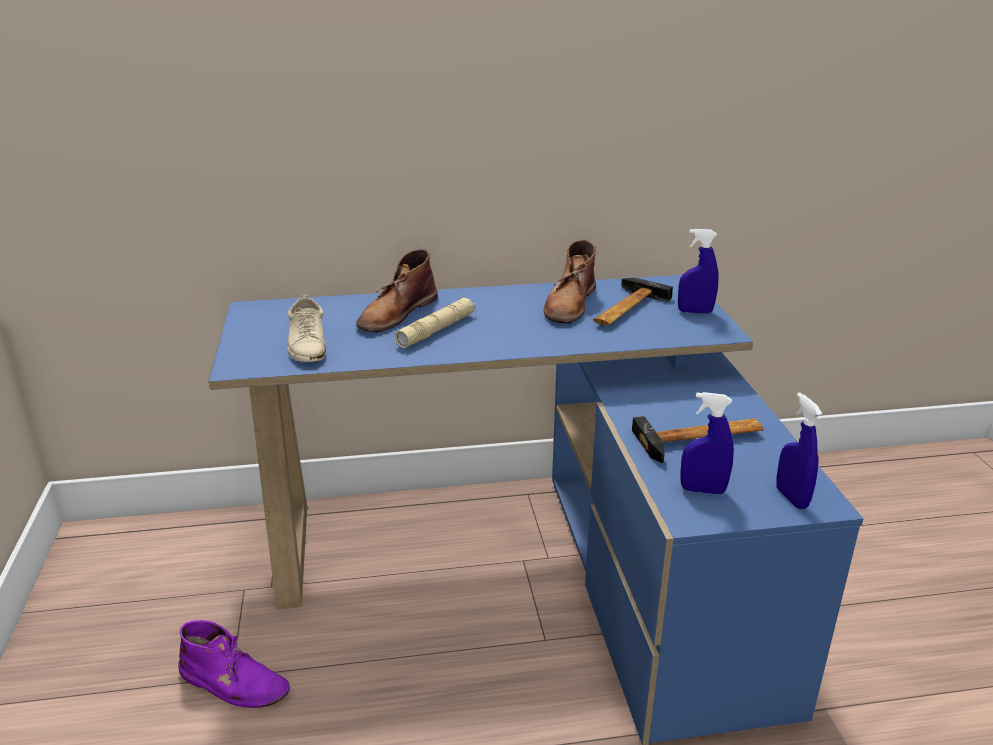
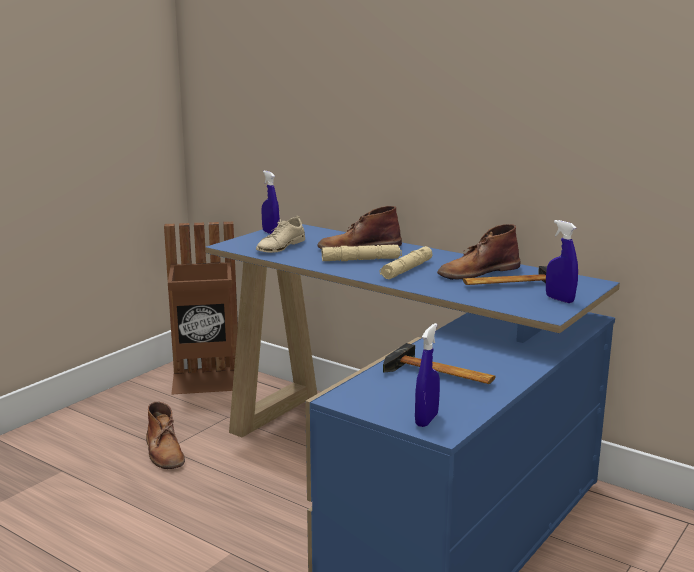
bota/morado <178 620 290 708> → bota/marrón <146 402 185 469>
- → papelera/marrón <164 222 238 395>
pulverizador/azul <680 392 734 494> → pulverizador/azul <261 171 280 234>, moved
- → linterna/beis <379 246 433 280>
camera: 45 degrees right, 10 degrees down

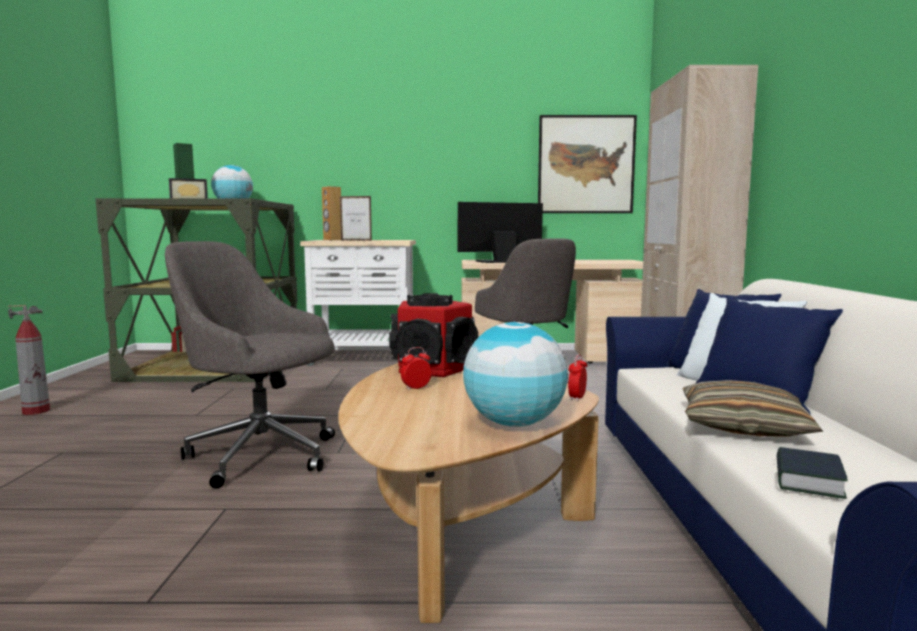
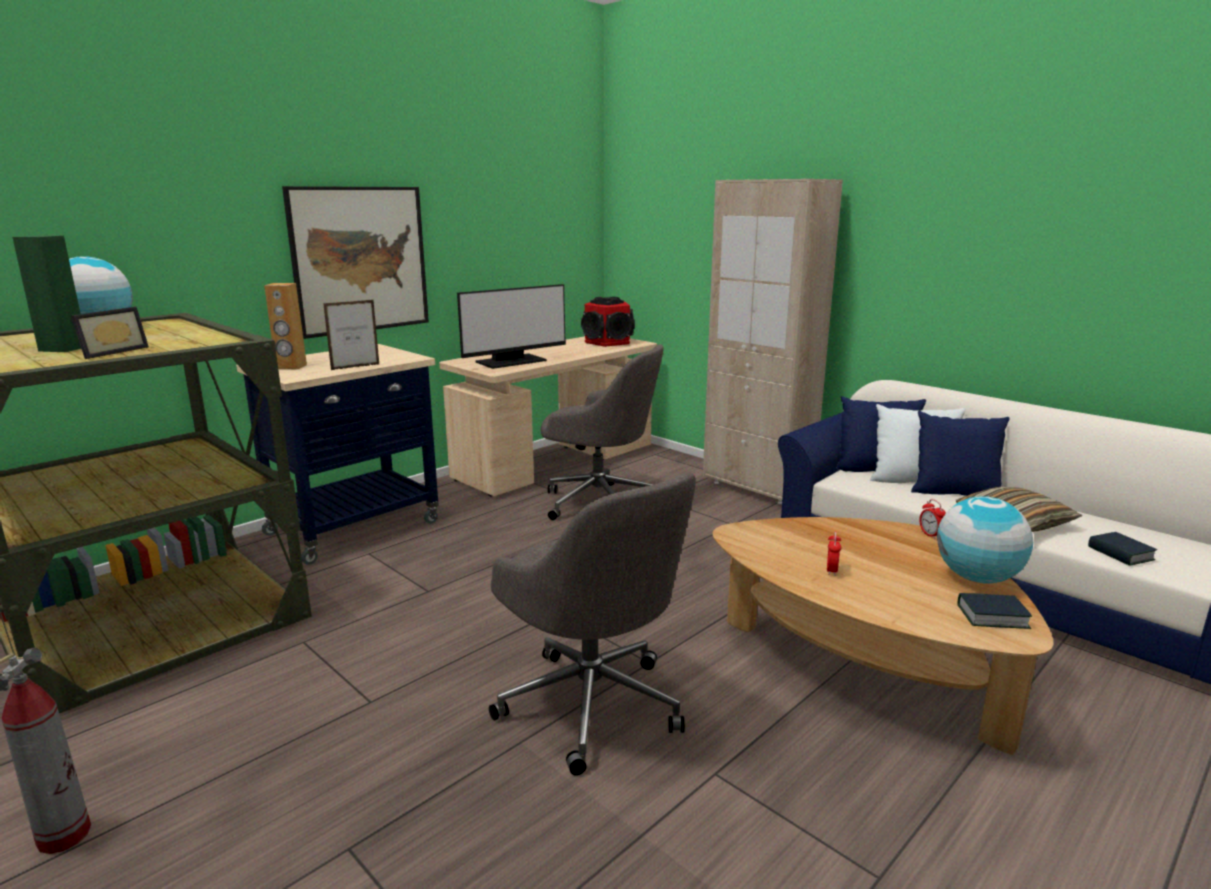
carrito/blanco <300 240 416 366> → carrito/azul <236 344 439 565>
cuadro <538 115 637 213> → cuadro <282 186 429 339>, moved
monitor <457 202 543 263> → monitor <457 284 566 369>, 150 degrees counterclockwise
silla de oficina/gris <165 241 335 489> → silla de oficina/gris <489 473 696 776>, 105 degrees counterclockwise
altavoz <389 293 478 377> → altavoz <581 297 635 347>, moved
- → libro <958 593 1032 629>
camera: 45 degrees left, 10 degrees up

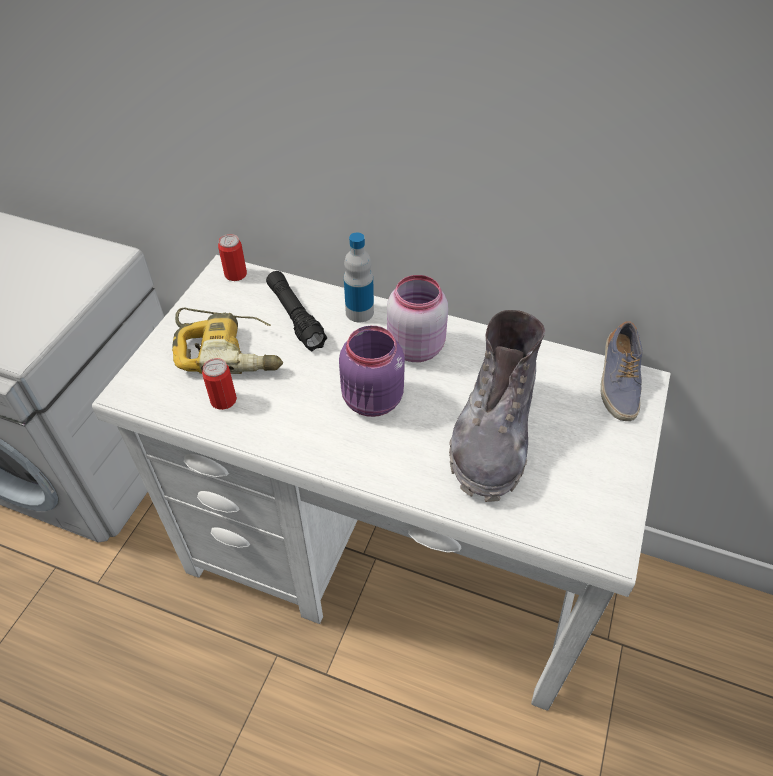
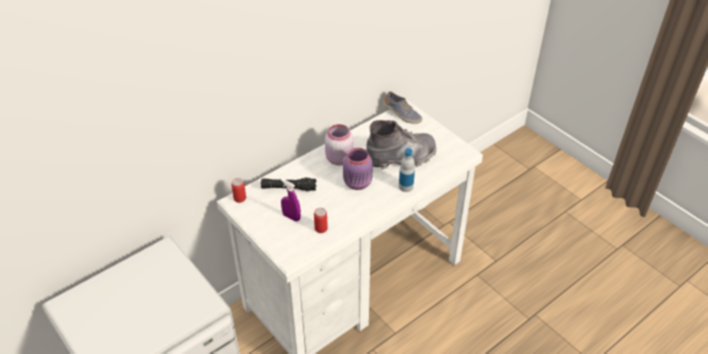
taladro <172 308 283 374> → pulverizador/morado <281 179 301 221>
bota/gris <449 310 545 502> → bota/gris <367 120 437 169>, 60 degrees counterclockwise
botella <344 232 374 323> → botella <399 148 415 192>, moved
camera: 60 degrees left, 5 degrees down

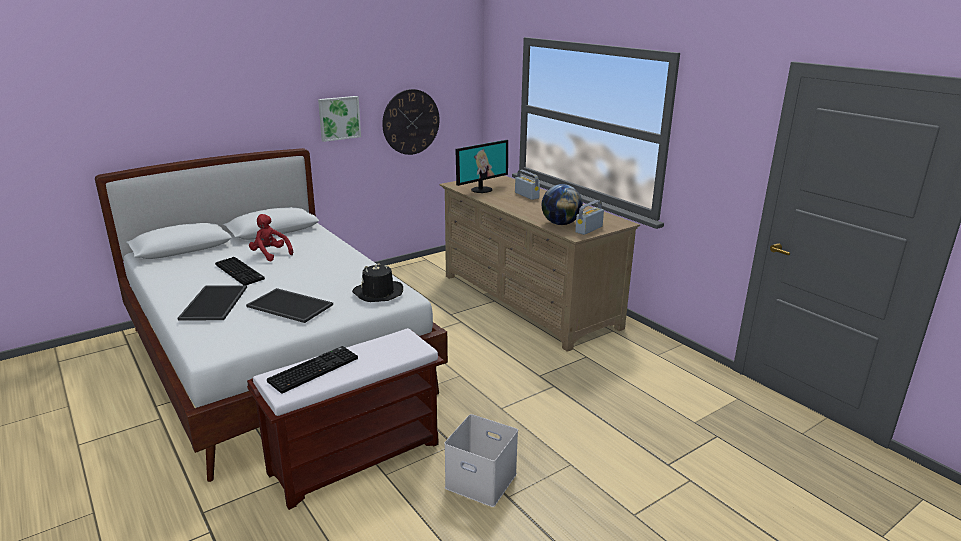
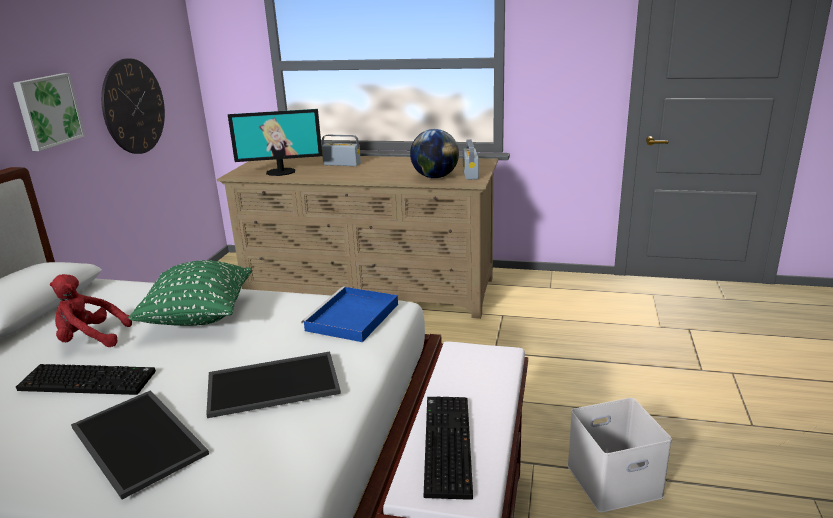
- → cojín/verde <128 260 252 326>
monitor <455 140 508 193> → monitor <228 109 323 176>, 75 degrees clockwise
sombrero/negro <352 263 403 302> → bandeja/azul <301 287 398 342>
camera: 40 degrees left, 0 degrees up

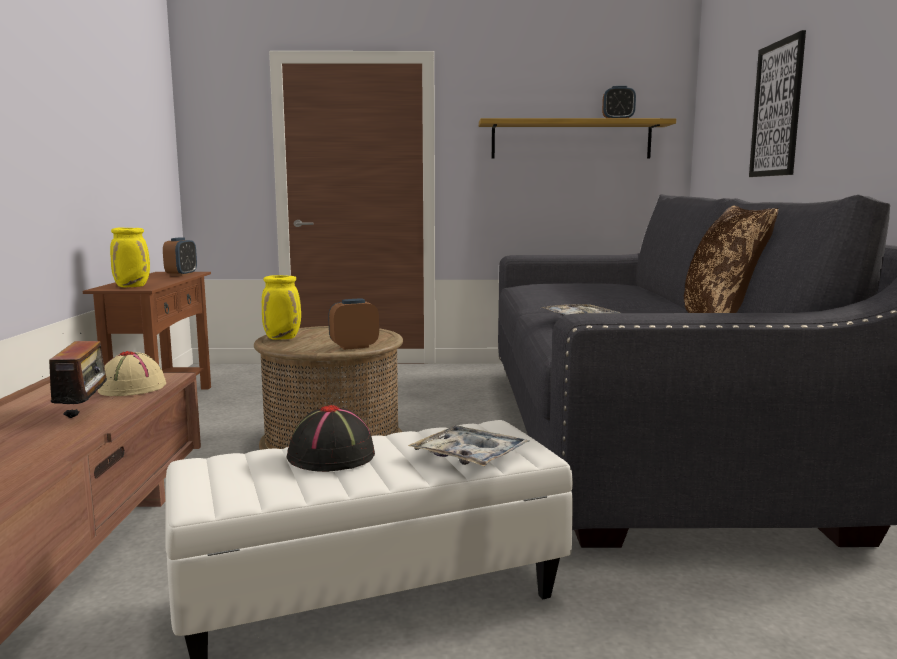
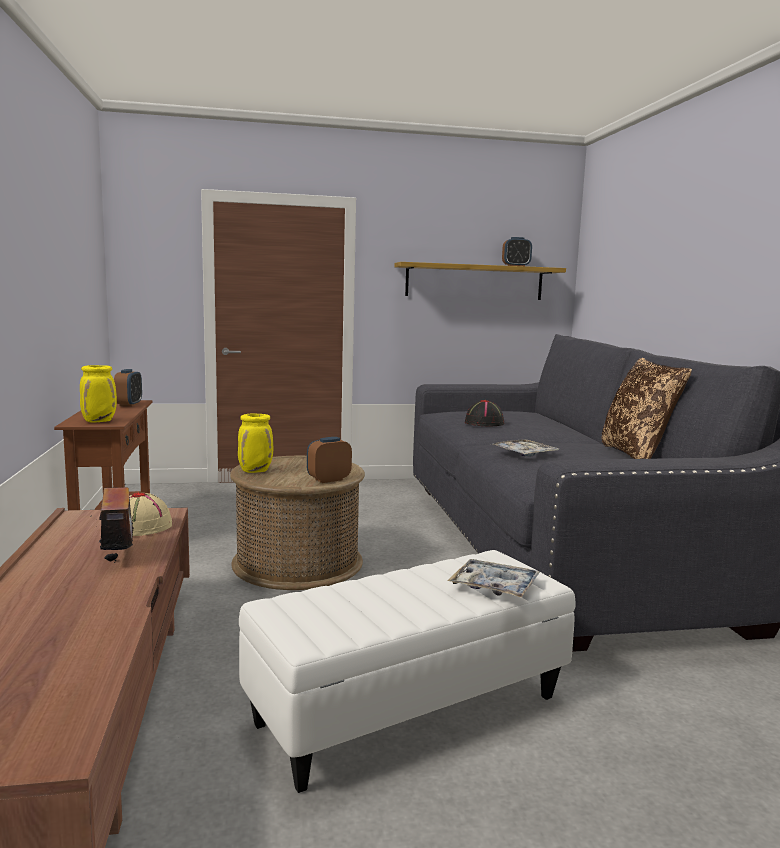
sombrero/negro <287 405 375 472> → sombrero/negro <465 400 504 427>, moved
cuadro <749 30 806 177> → -
camera: 10 degrees left, 0 degrees up

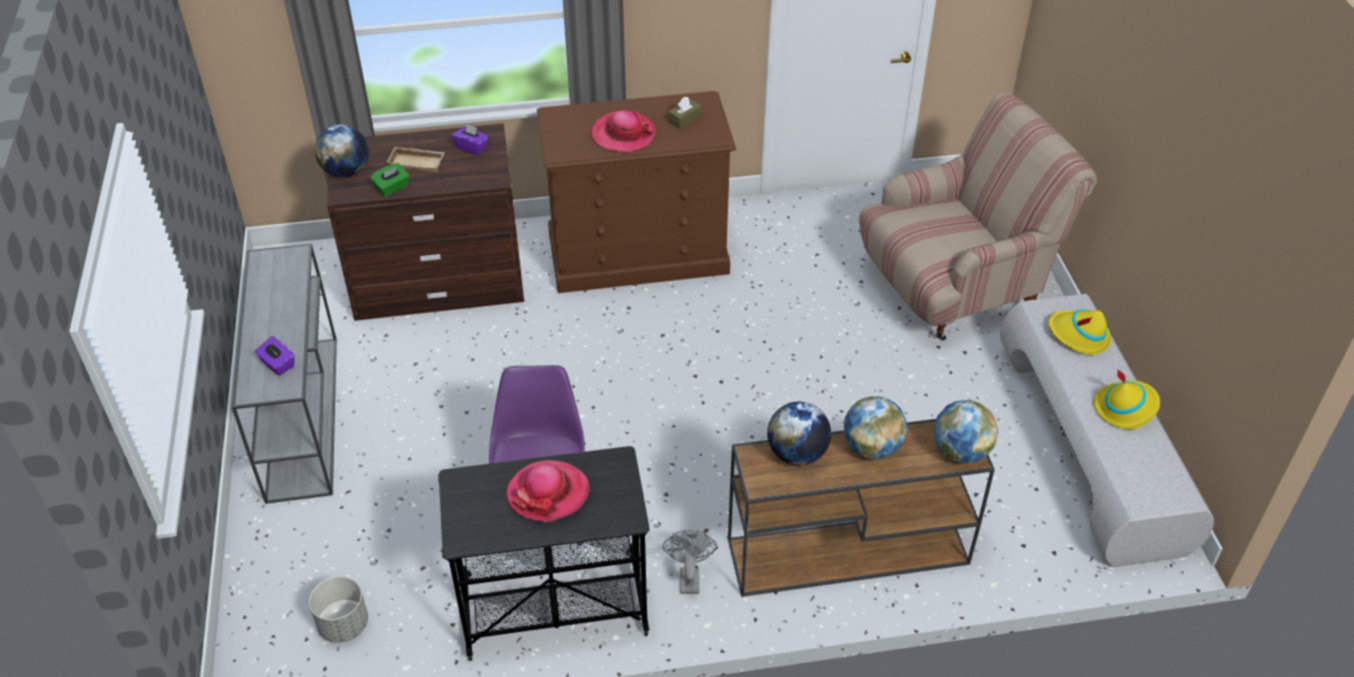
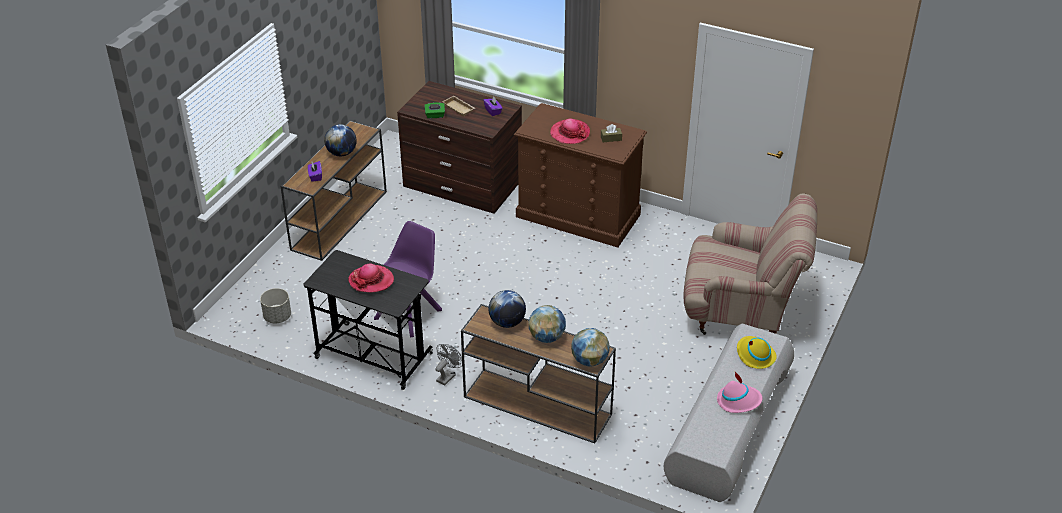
mesa consola/gris <232 243 337 504> → mesa consola/marrón <281 120 387 261>
globo terráqueo <315 125 369 178> → globo terráqueo <324 124 357 156>, moved
sombrero/amarillo <1094 369 1160 429> → sombrero/rosa <717 372 762 413>
camera: 35 degrees right, 5 degrees down

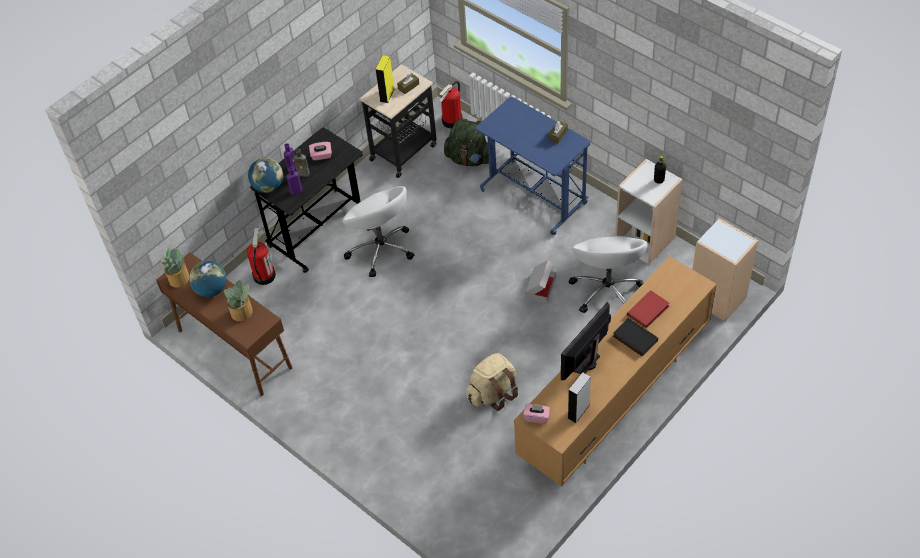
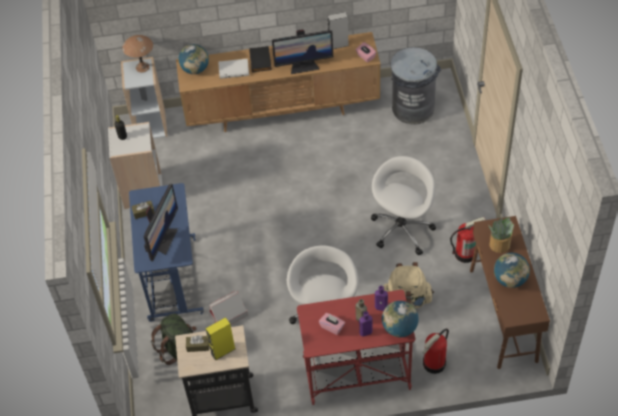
- → lámpara de mesa/marrón <122 35 153 73>
- → monitor <144 184 178 262>
- → globo terráqueo <179 44 209 74>
caja de cartón <525 260 556 304> → caja de cartón <209 291 248 325>, moved
libro/rojo <627 290 669 329> → libro/blanco <218 59 249 79>
escritorio/negro <250 128 363 273> → escritorio/rojo <297 290 415 405>
silla de oficina/blanco <569 236 647 313> → silla de oficina/blanco <371 156 436 255>, moved
mochila/beis <467 353 518 411> → mochila/beis <383 262 434 309>, moved
- → papelera/gris <390 47 441 125>
extintor <439 81 463 128> → extintor <450 217 485 263>, moved
planta en maceta <160 248 189 288> → -
camera: 140 degrees left, 0 degrees up

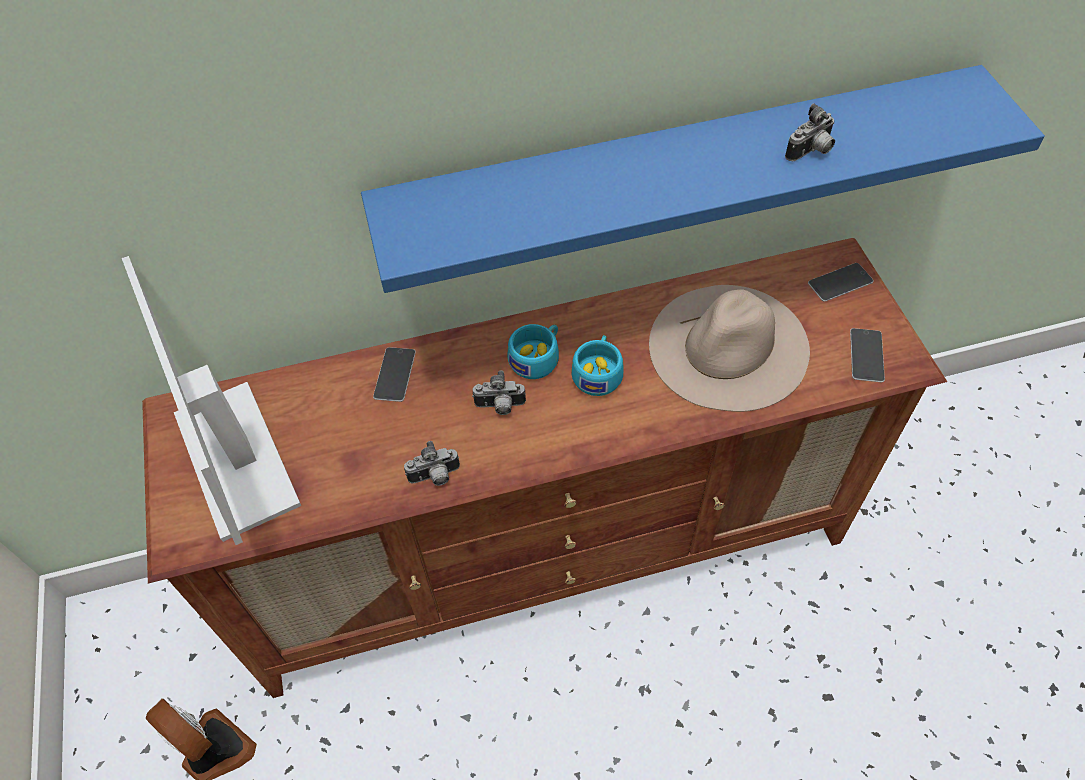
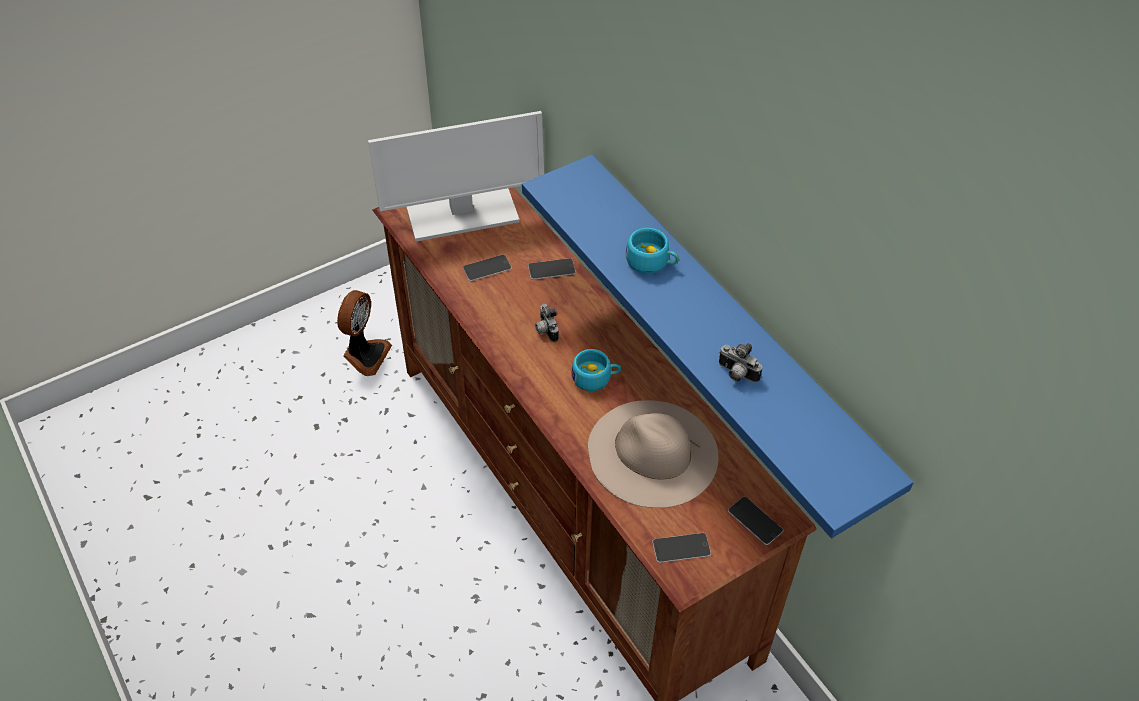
monitor <122 256 301 545> → monitor <368 111 544 242>, 150 degrees counterclockwise
- → móvil <463 255 512 281>
taza/turquesa <507 324 559 379> → taza/turquesa <626 228 679 274>, moved
cámara <404 441 460 486> → -
camera: 70 degrees right, 5 degrees down

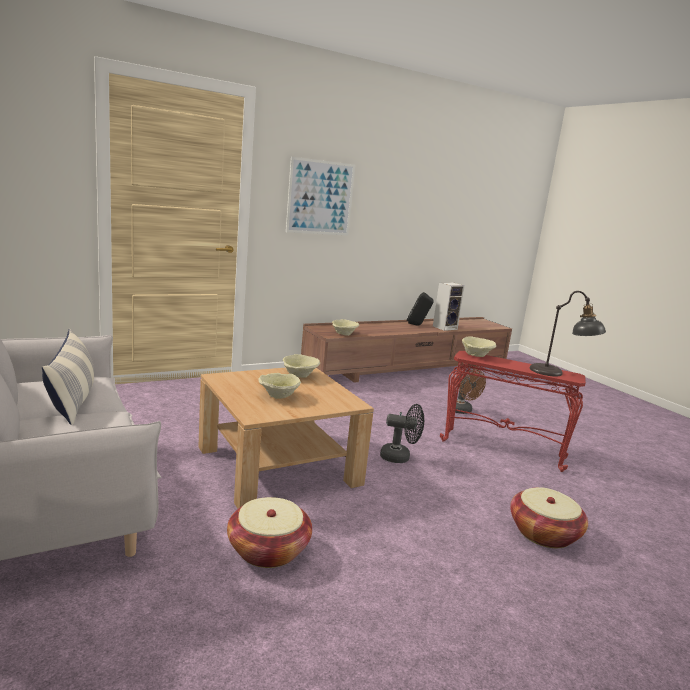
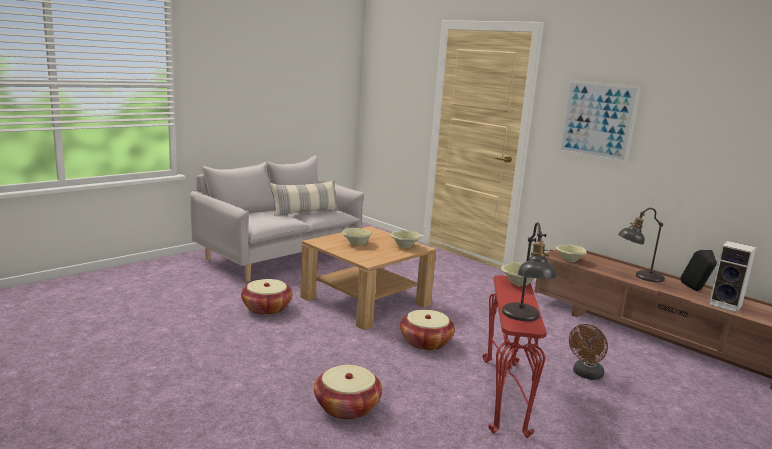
ventilador/negro <380 404 424 463> → cesta <400 310 455 351>
- → lámpara de mesa/gris <618 208 665 282>
camera: 75 degrees right, 0 degrees up

